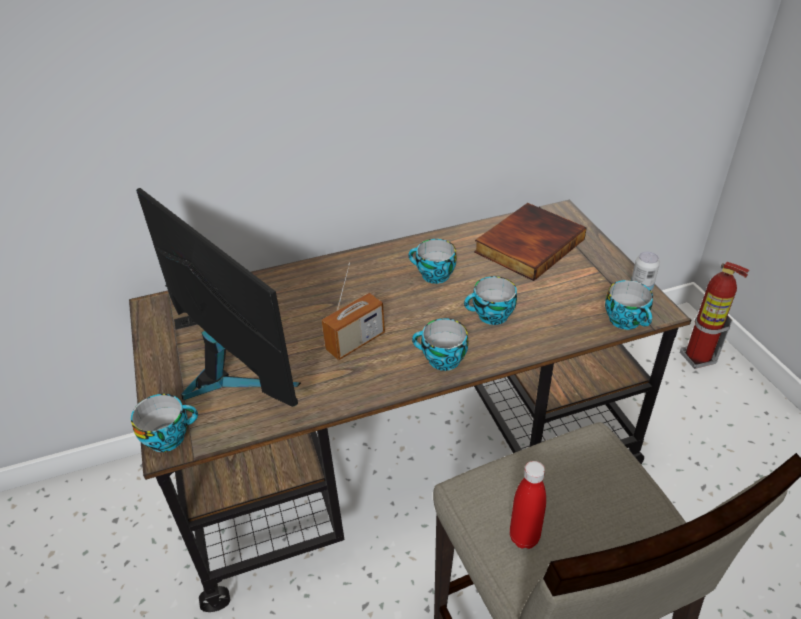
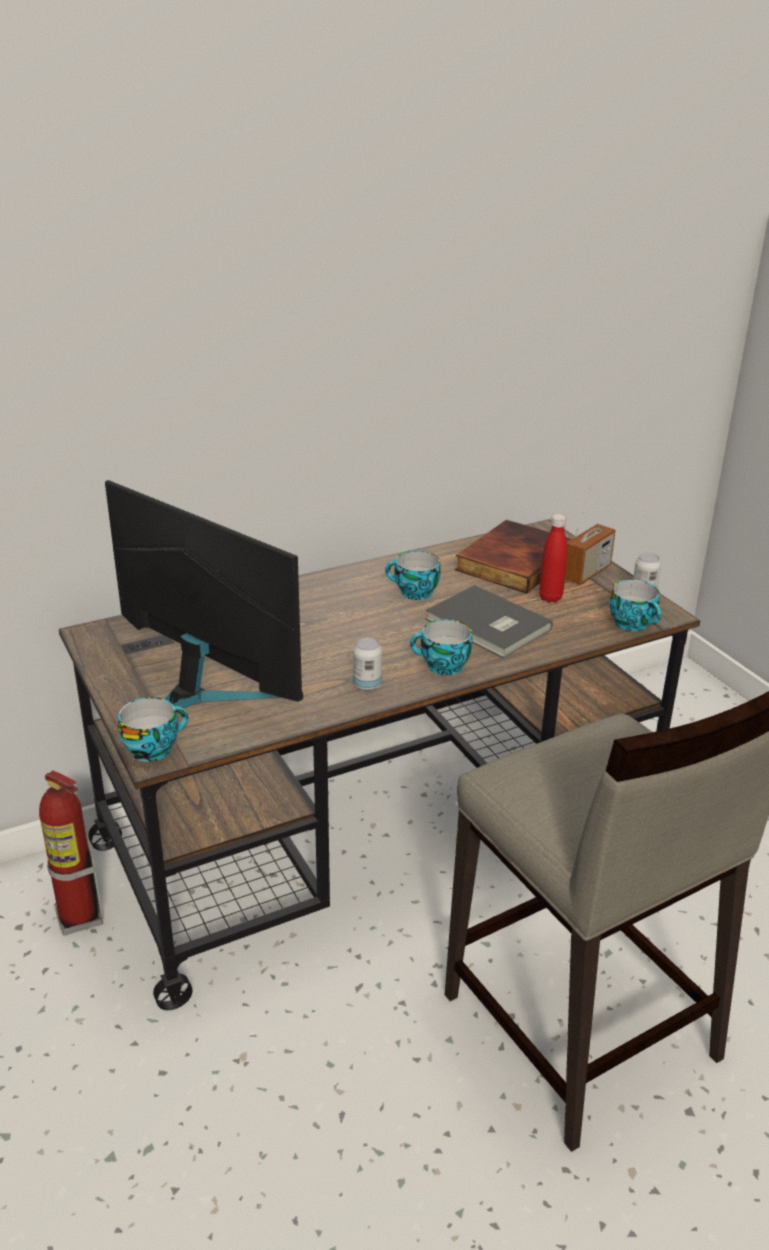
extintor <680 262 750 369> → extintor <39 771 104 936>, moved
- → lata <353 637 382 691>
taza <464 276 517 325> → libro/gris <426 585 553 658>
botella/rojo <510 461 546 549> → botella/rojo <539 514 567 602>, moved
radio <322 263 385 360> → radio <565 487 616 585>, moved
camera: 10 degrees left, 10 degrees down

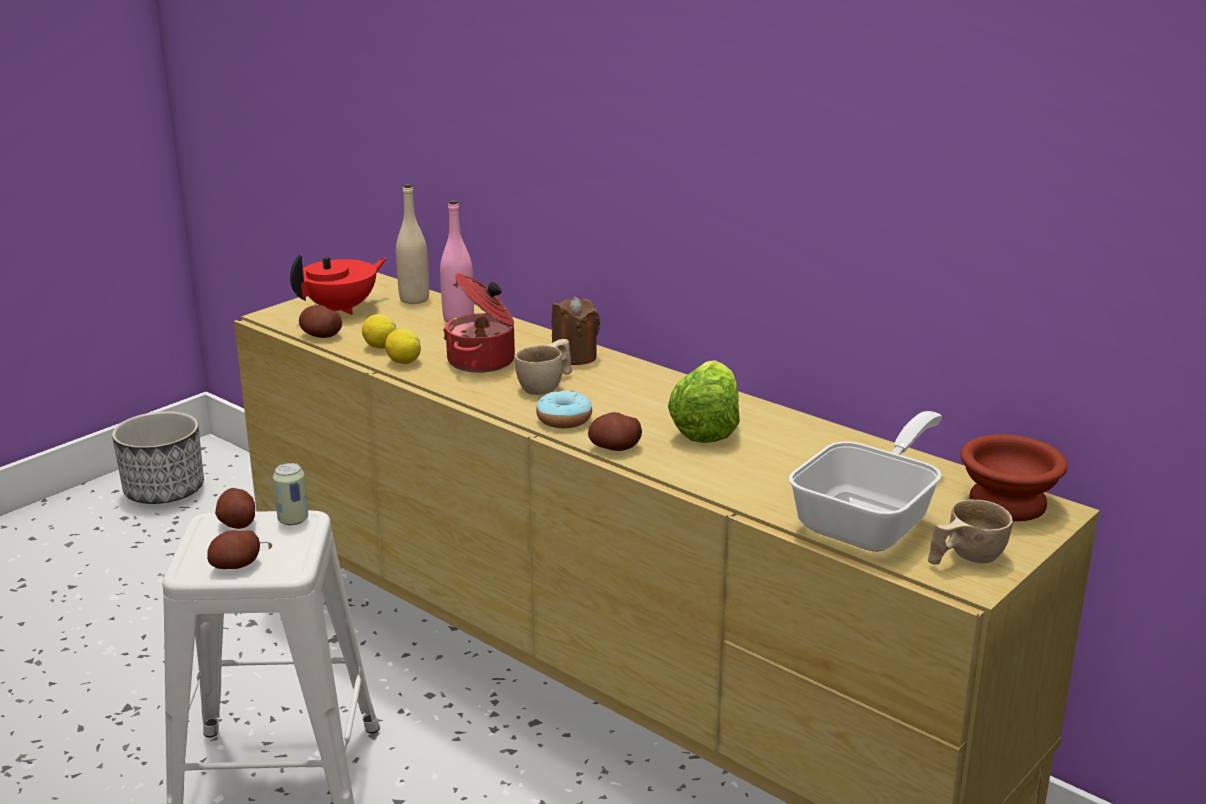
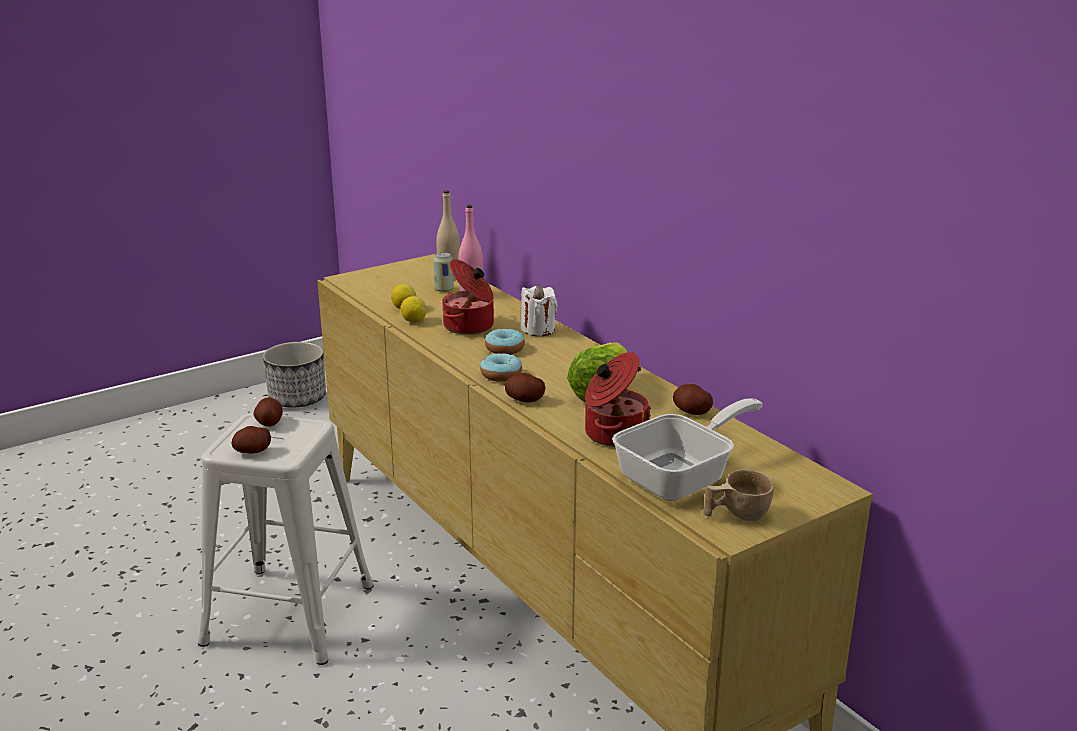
lata <273 463 308 525> → lata <433 252 454 292>, moved
taza/beis <515 339 572 395> → rosquilla <485 329 525 354>
vela/marrón <552 297 600 365> → vela/blanco <521 285 558 336>
- → olla <585 352 651 447>
patata <299 305 342 338> → patata <673 384 713 415>, moved
tetera/rojo <290 254 387 315> → -
cuenco/marrón <961 434 1068 521> → -
camera: 15 degrees right, 0 degrees up

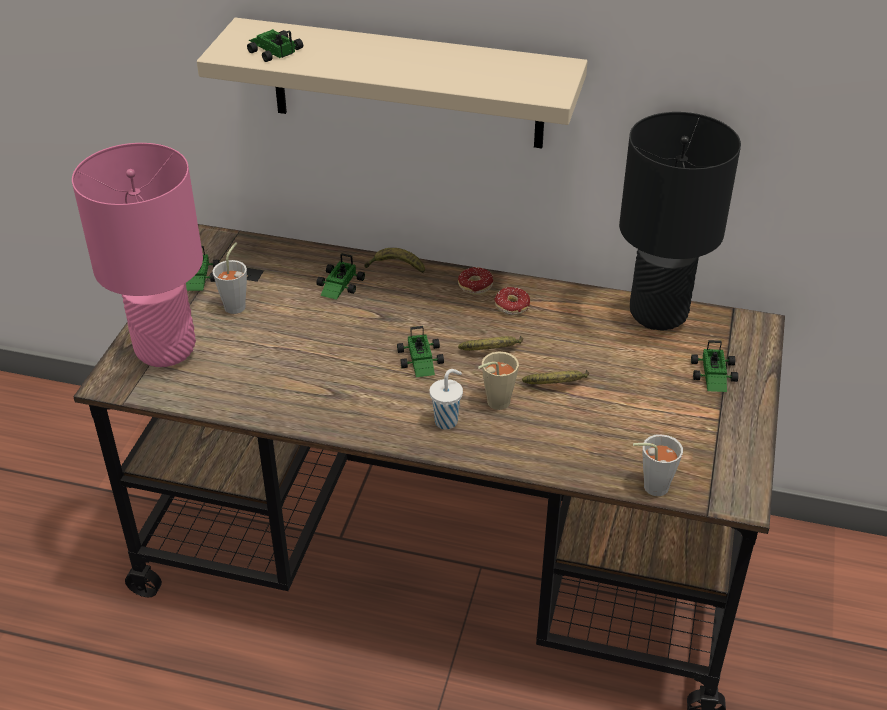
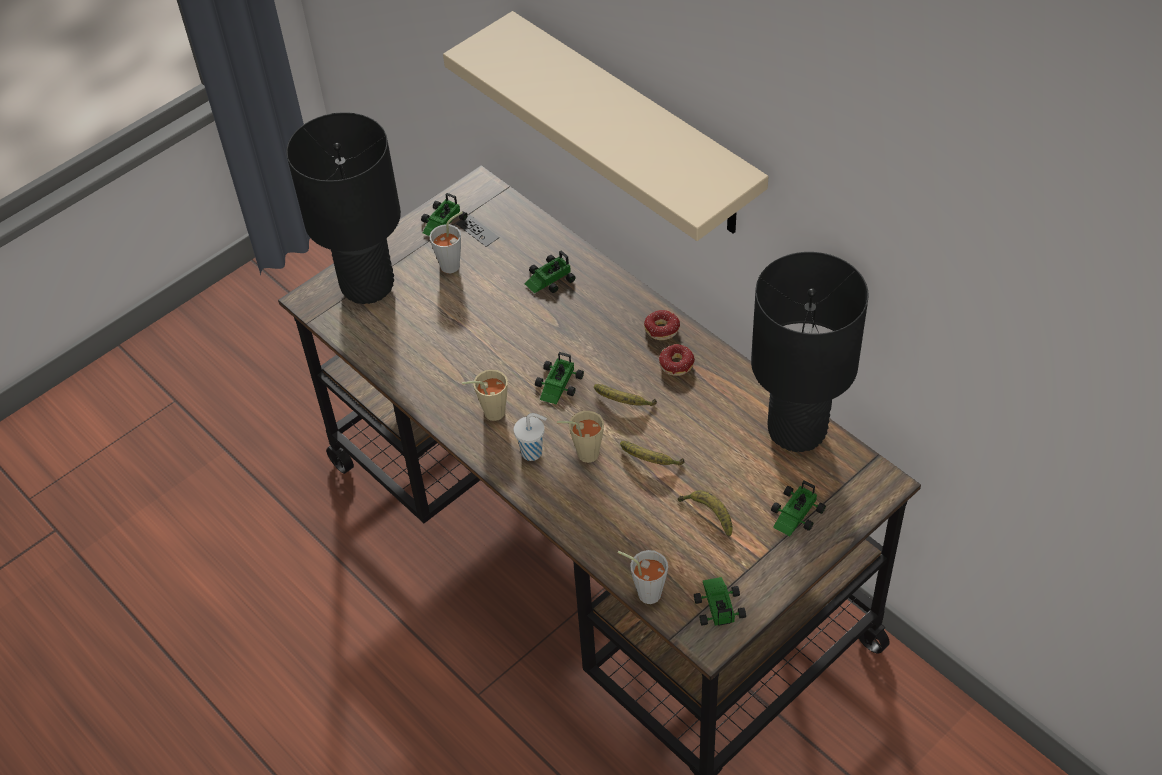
lámpara de mesa/rosa <72 143 203 367> → lámpara de mesa/negro <286 112 401 304>
- → taza/beis <462 369 508 421>
plátano <364 248 425 273> → plátano <678 490 733 537>, moved
coche de juguete <247 29 303 62> → coche de juguete <694 577 746 626>, moved
camera: 35 degrees right, 10 degrees up

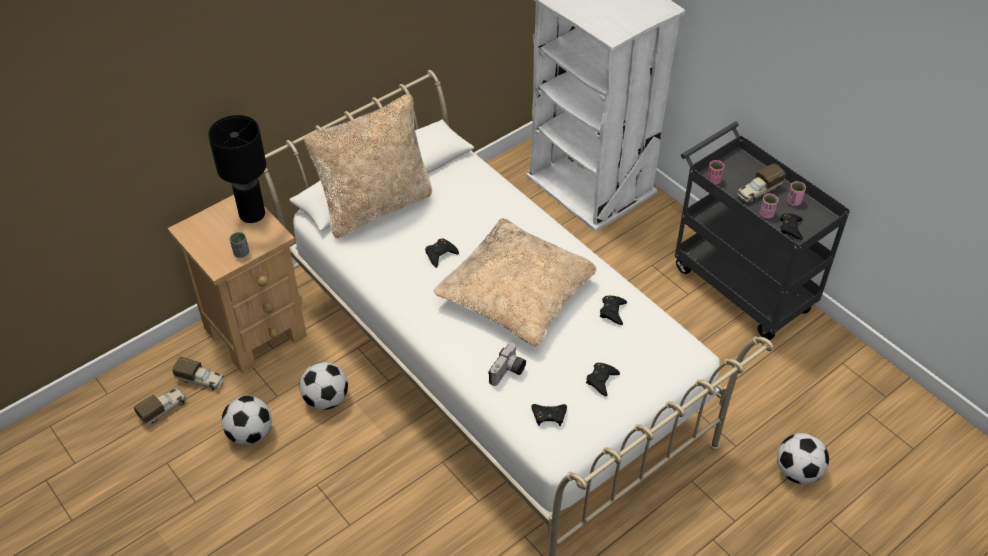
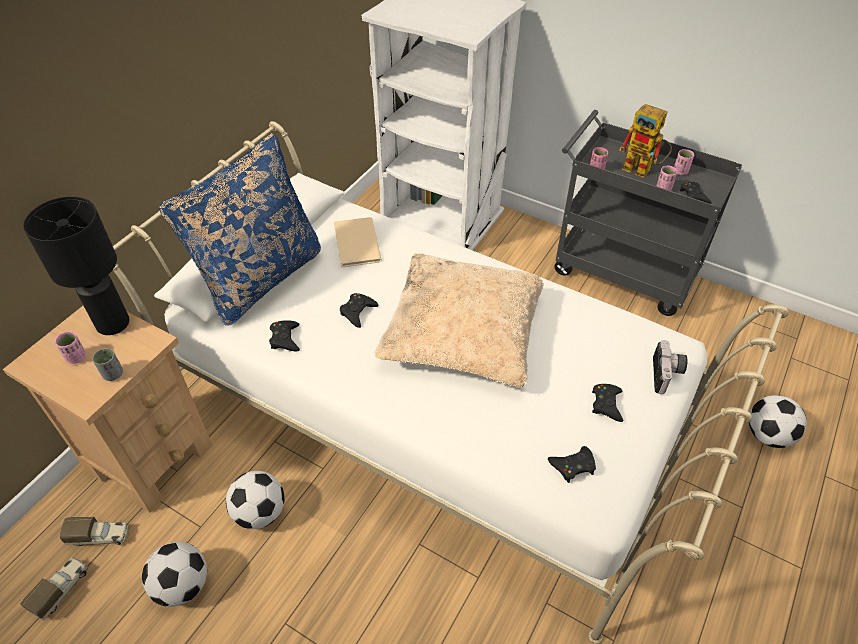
- → taza/rosa <55 331 86 364>
cojín/beis <304 93 432 239> → cojín/azul <159 133 321 326>
mando de consola/negro <600 296 627 325> → mando de consola/negro <269 320 300 351>, moved
- → libro/beis <334 217 382 267>
camión de juguete <737 163 786 202> → robot de juguete <619 104 672 178>
cámara <488 343 526 386> → cámara <653 340 687 394>, moved
camera: 20 degrees left, 0 degrees up

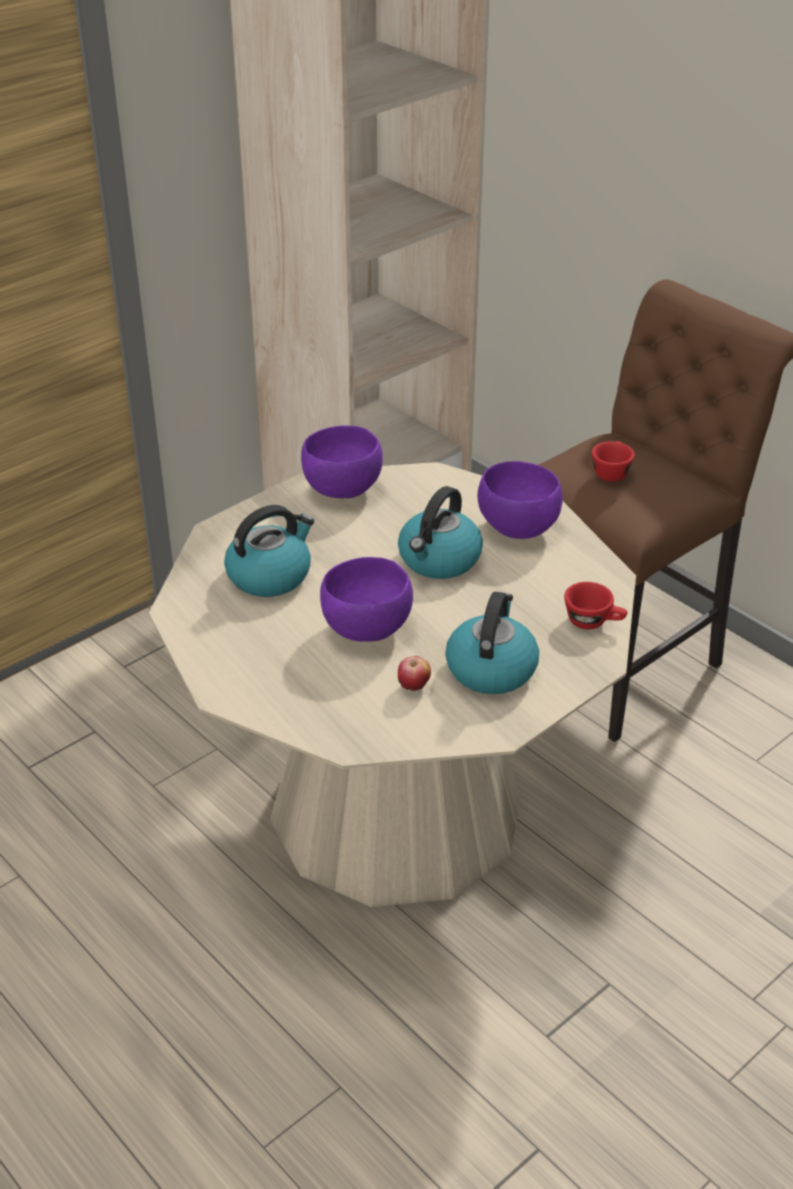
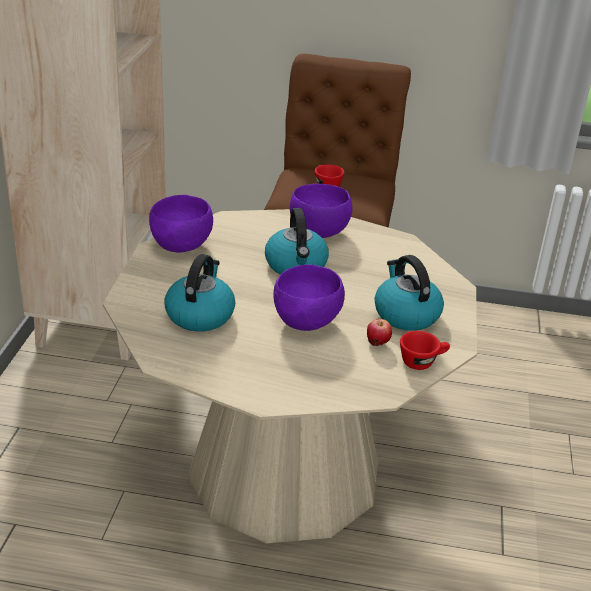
taza/rojo <564 582 627 629> → taza/rojo <400 331 450 370>, moved
camera: 40 degrees left, 5 degrees down

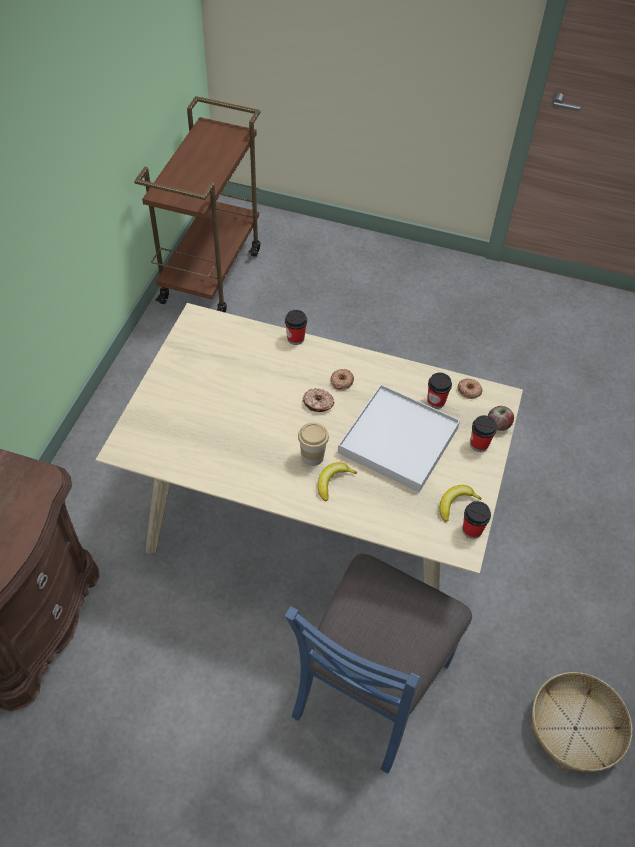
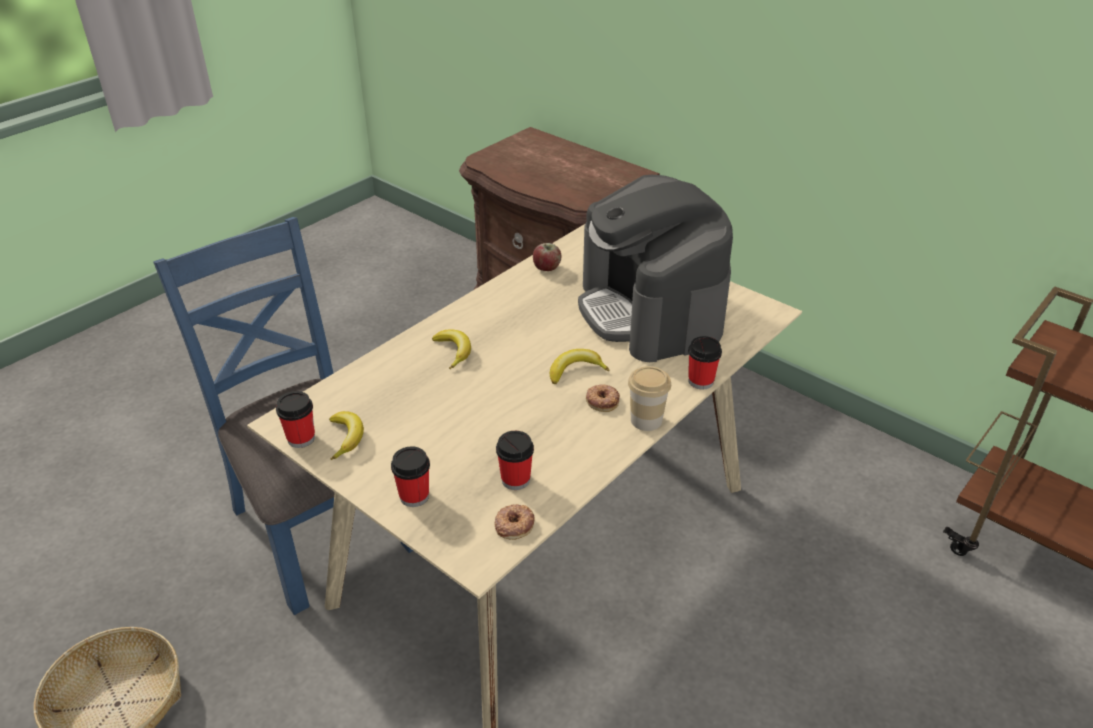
manzana <488 406 514 431> → manzana <533 243 561 271>, moved
rosquilla <303 388 334 412> → plátano <550 349 610 384>
- → cafetera <578 175 733 362>
taza <298 423 329 466> → taza <628 366 671 431>, moved
bandeja/blanco <338 384 460 492> → -
camera: 115 degrees right, 15 degrees down

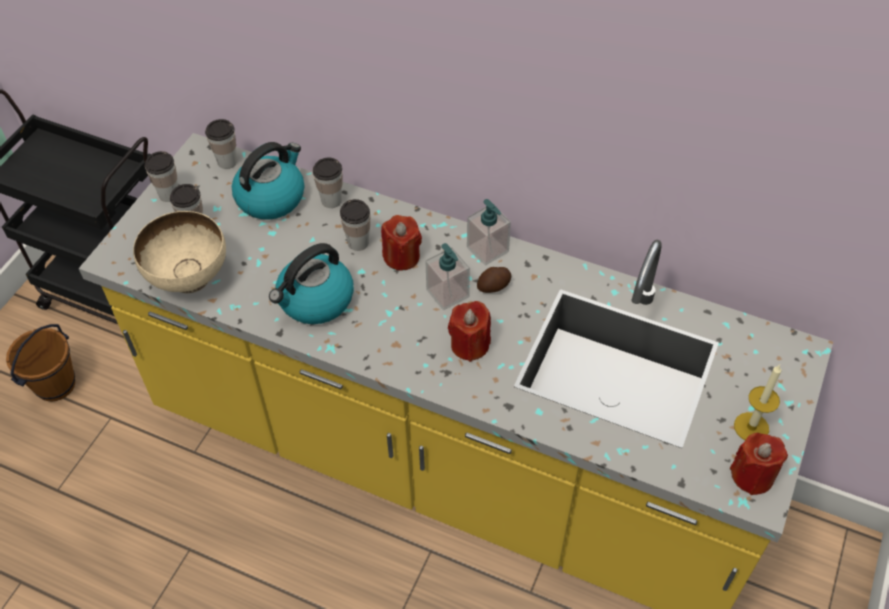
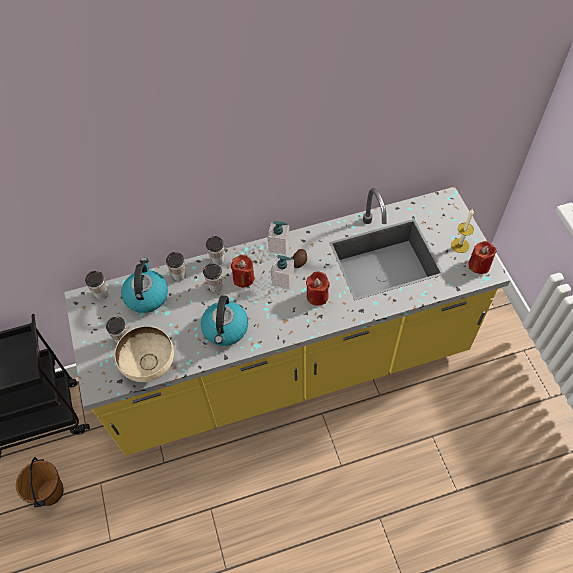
taza <145 151 178 202> → taza <206 236 224 265>, moved
camera: 40 degrees left, 5 degrees up

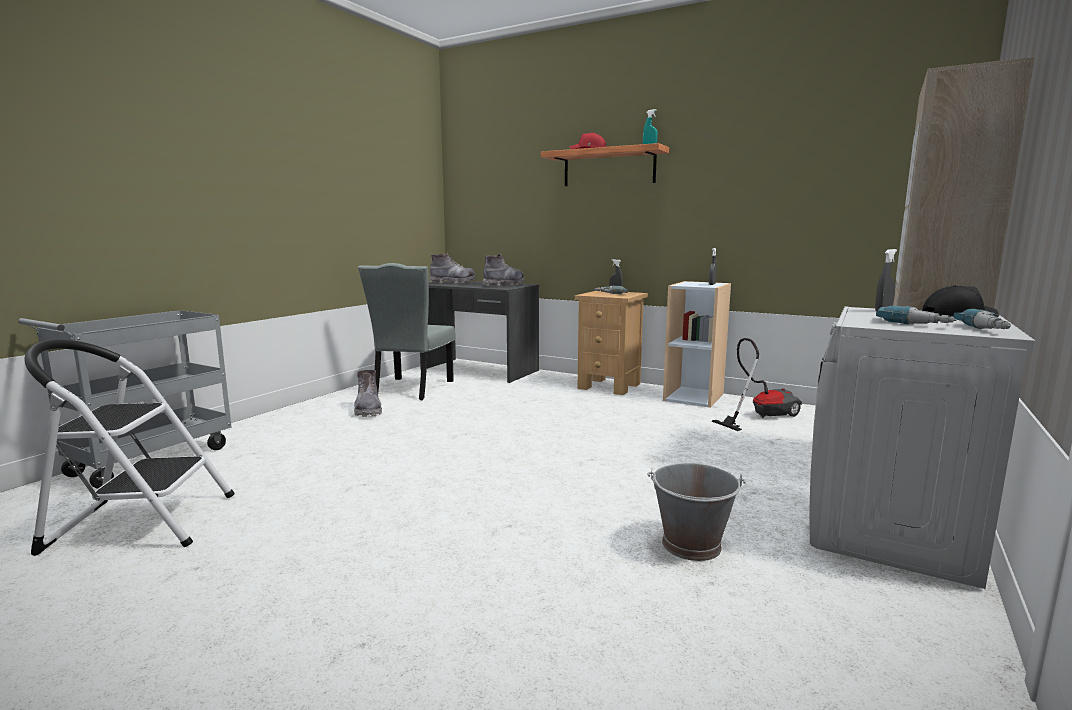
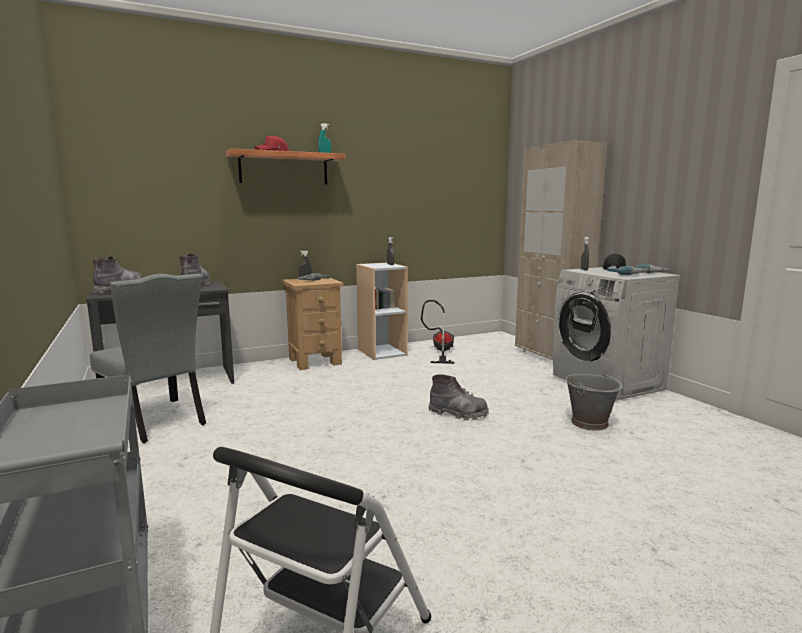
bota/gris <354 370 382 417> → bota/gris <428 374 489 420>, moved
camera: 55 degrees left, 0 degrees up

